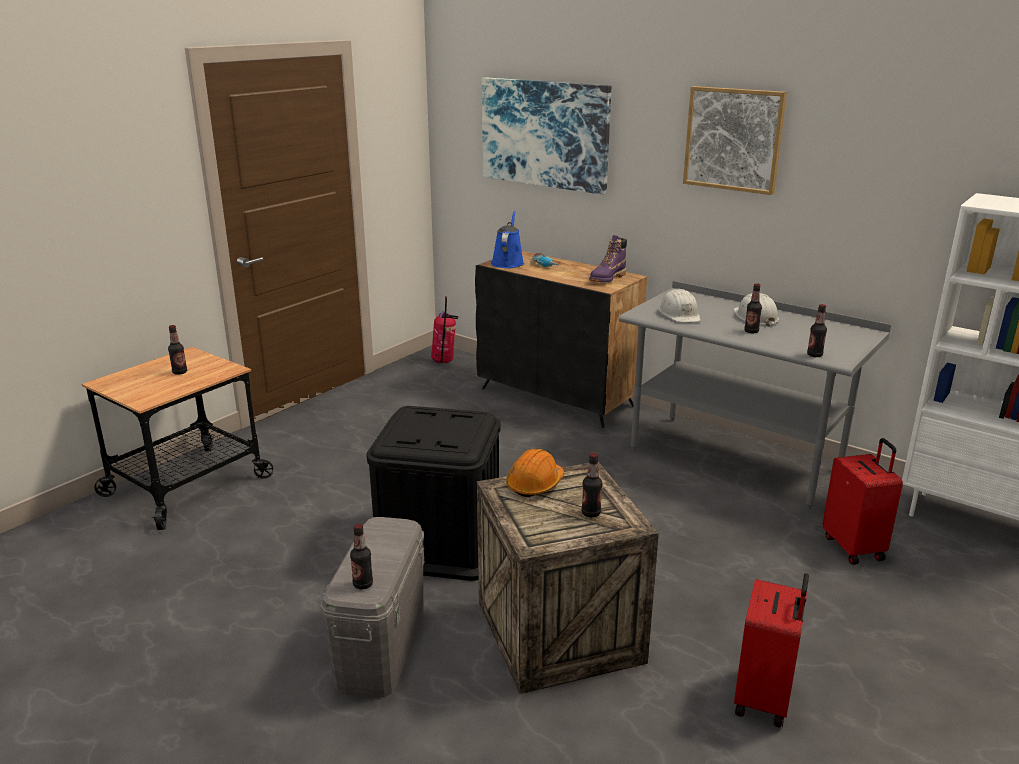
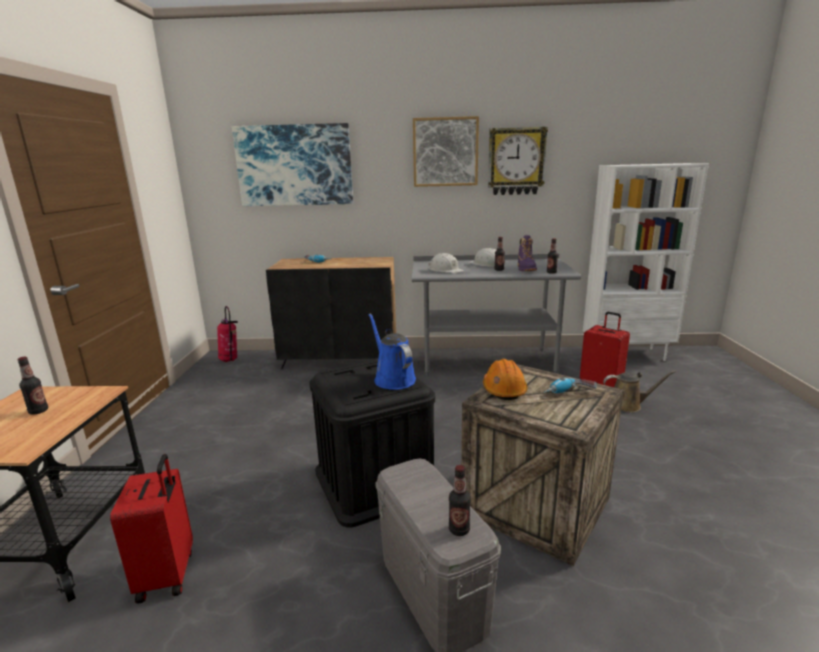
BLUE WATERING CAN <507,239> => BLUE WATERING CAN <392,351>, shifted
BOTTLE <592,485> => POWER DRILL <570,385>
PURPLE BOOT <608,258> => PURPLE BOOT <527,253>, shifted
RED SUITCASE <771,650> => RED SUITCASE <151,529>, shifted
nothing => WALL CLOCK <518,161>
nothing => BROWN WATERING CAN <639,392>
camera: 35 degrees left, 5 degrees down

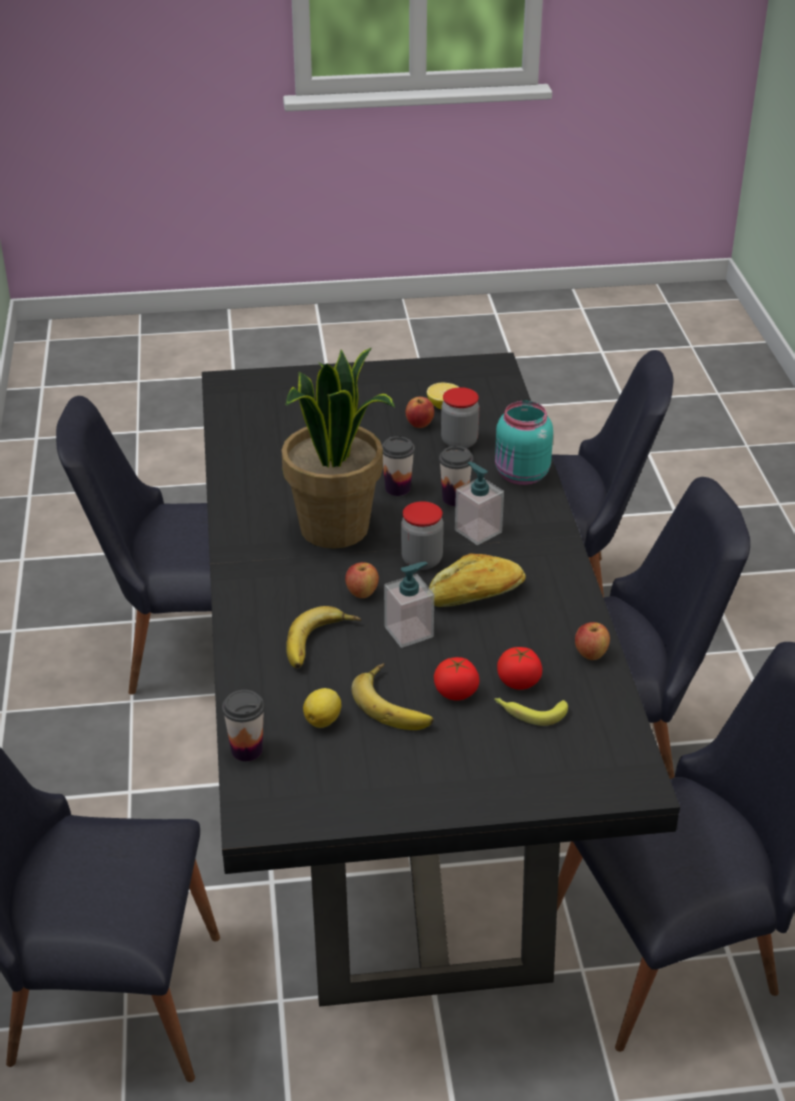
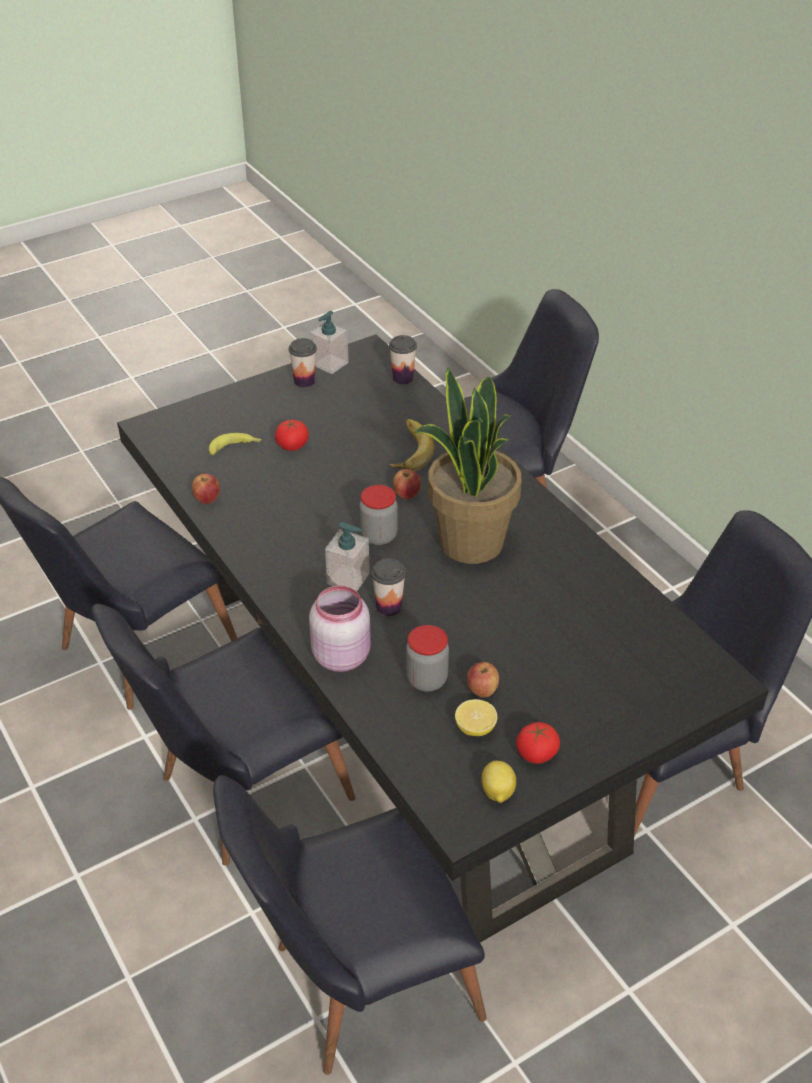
LEMON <322,708> => LEMON <498,782>, shifted
BANANA <392,696> => nothing
CUP <398,466> => CUP <303,363>, shifted
SOAP DISPENSER <409,605> => SOAP DISPENSER <329,342>, shifted
BREAD <477,580> => nothing
TURQUOISE JAR <524,443> => PINK JAR <340,629>
TOMATO <519,668> => TOMATO <538,743>, shifted
camera: 155 degrees right, 5 degrees up

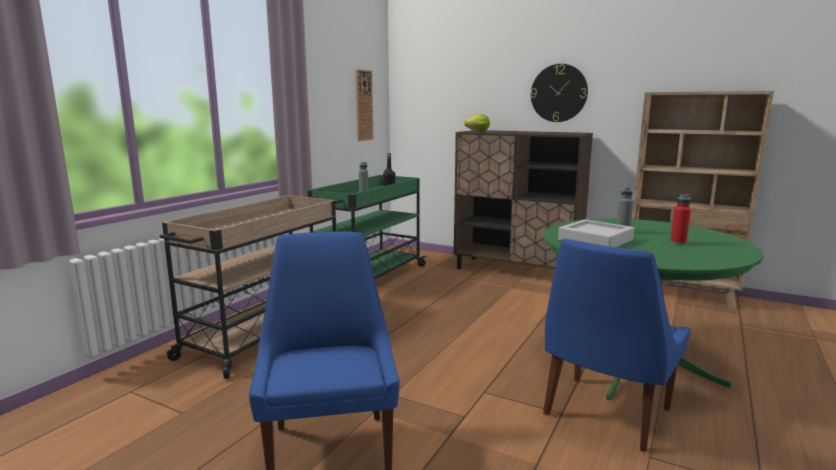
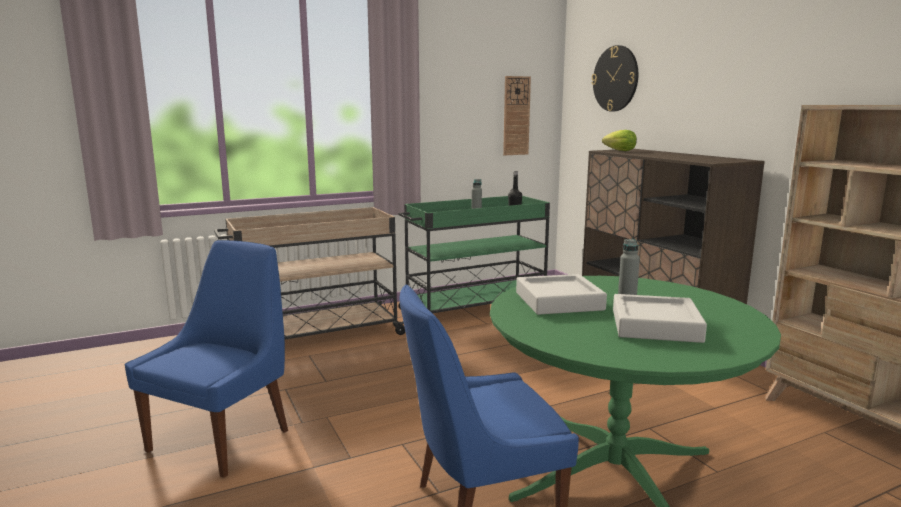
WALL CLOCK <559,93> => WALL CLOCK <614,78>, shifted
RED BOTTLE <680,219> => GREY TRAY <660,318>
camera: 35 degrees right, 0 degrees up

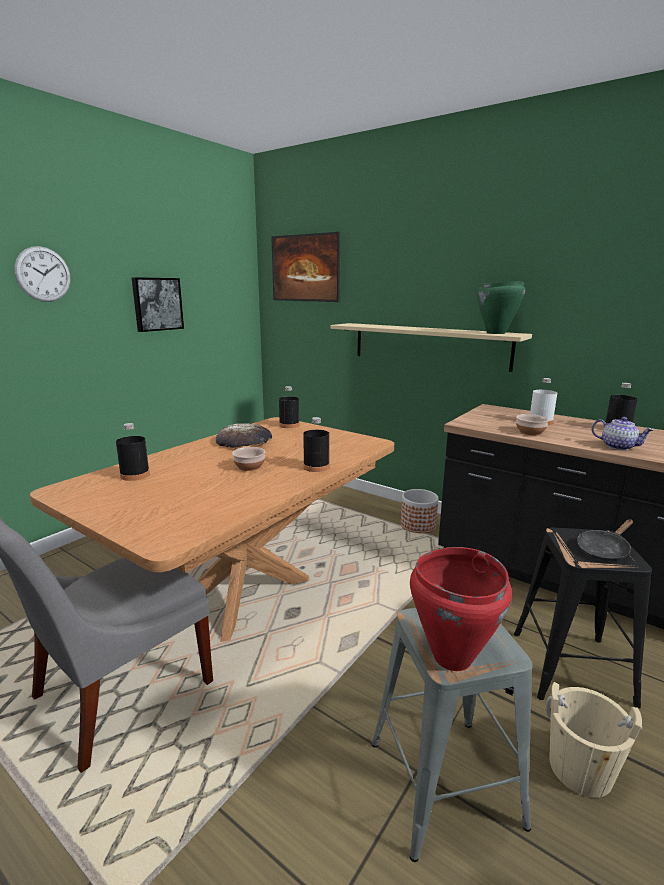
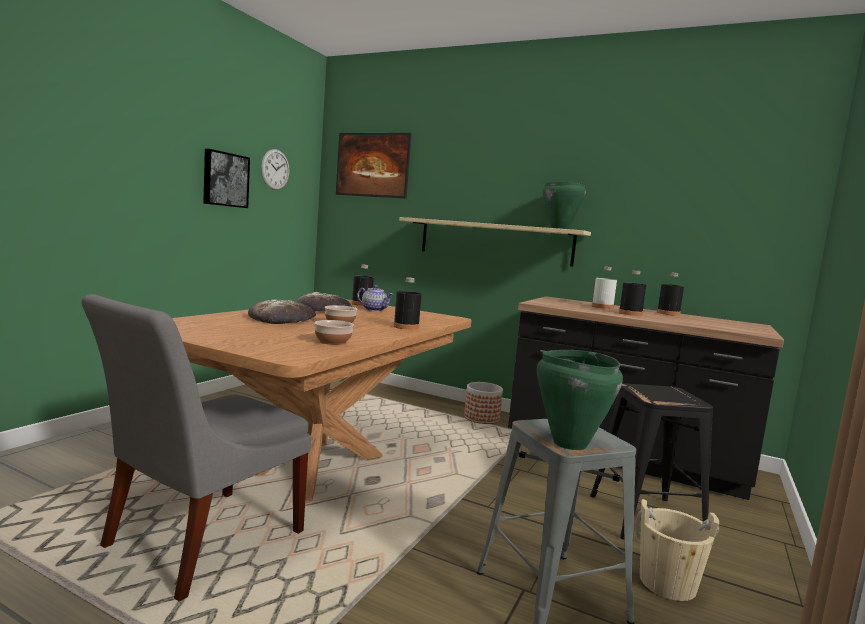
WALL CLOCK <42,274> => WALL CLOCK <275,169>, shifted
BLACK BOTTLE <133,452> => BLACK BOTTLE <633,293>, shifted
RED COOKING POT <461,609> => GREEN COOKING POT <580,400>
BOWL <532,424> => BOWL <334,332>, shifted
BLACK FRYING PAN <605,540> => nothing
TEAPOT <623,433> => TEAPOT <375,298>, shifted
nothing => BREAD <282,311>
camera: 10 degrees left, 10 degrees down

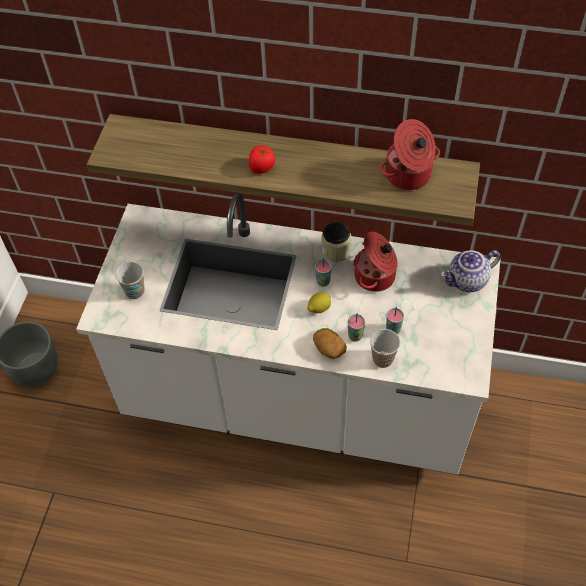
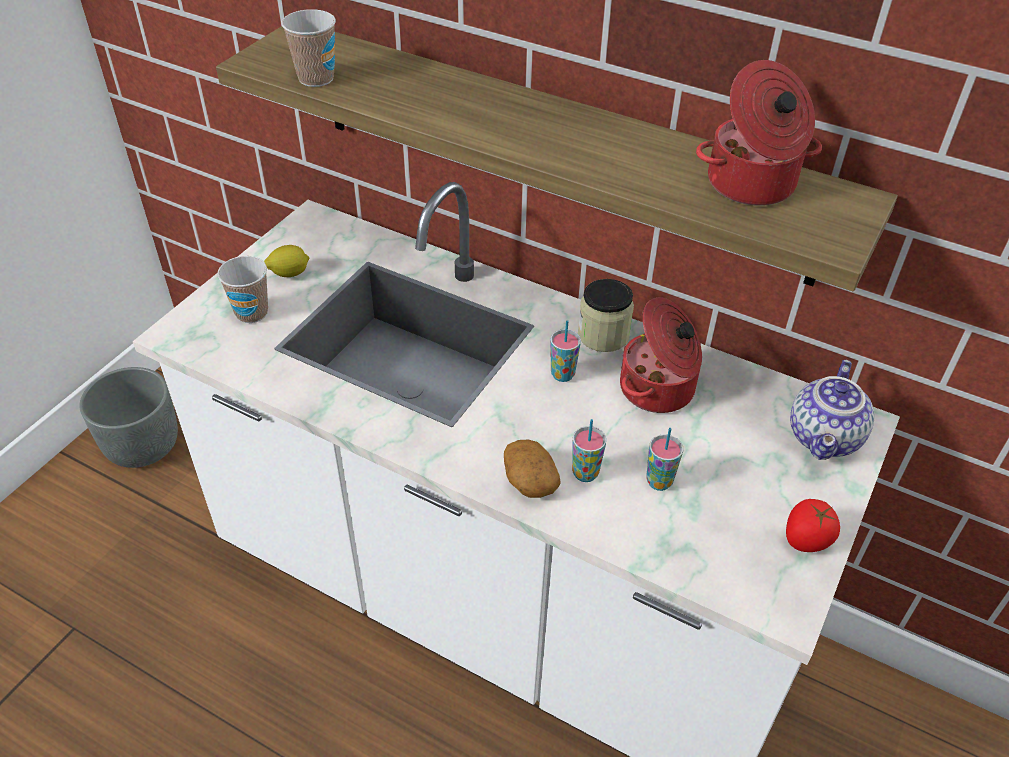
TOMATO <262,159> => TOMATO <813,525>, shifted
LEMON <319,302> => LEMON <287,261>, shifted
CUP <385,348> => CUP <308,48>, shifted
TEAPOT <470,271> => TEAPOT <832,410>, 60 degrees counterclockwise
camera: 15 degrees right, 10 degrees down

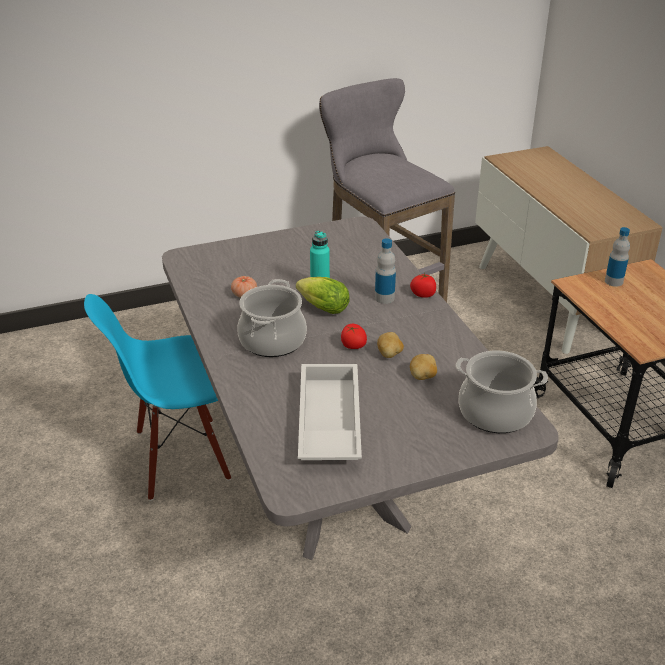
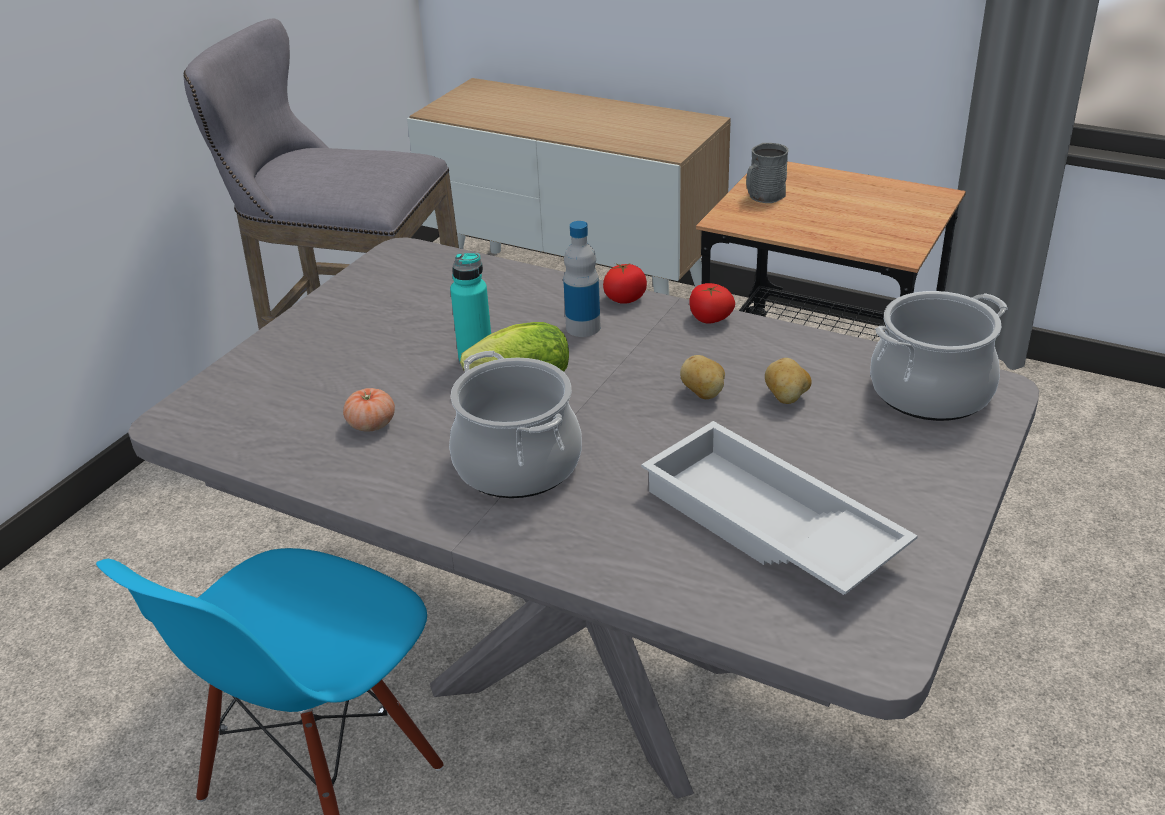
TOMATO <354,336> => TOMATO <712,303>, shifted
BOTTLE <617,257> => GREY MUG <767,173>
camera: 40 degrees left, 0 degrees up

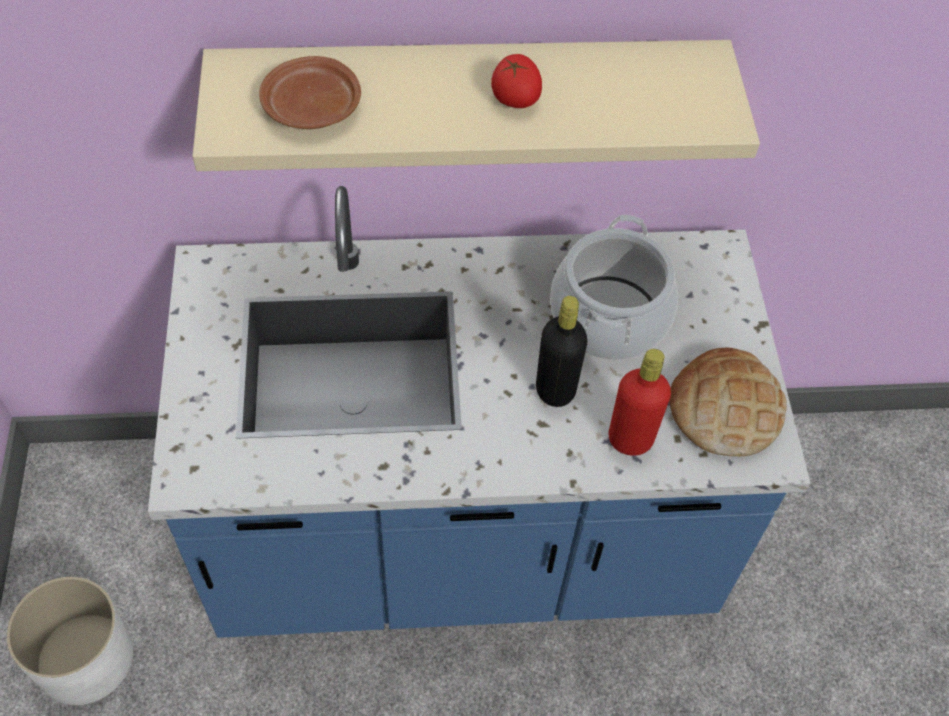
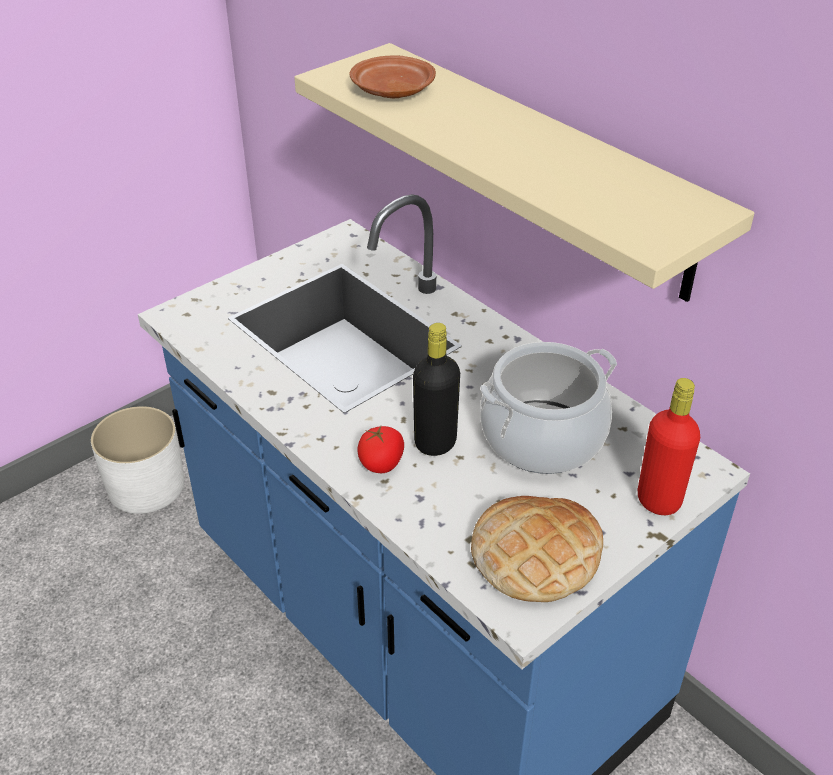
TOMATO <516,81> => TOMATO <380,449>, shifted
RED BOTTLE <640,402> => RED BOTTLE <669,446>, shifted
camera: 55 degrees right, 15 degrees down

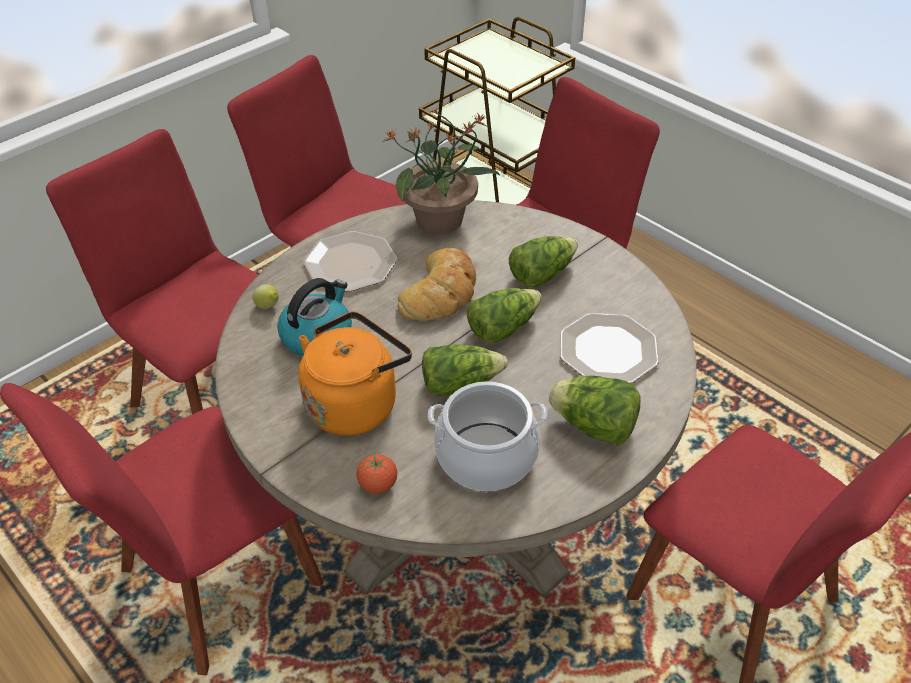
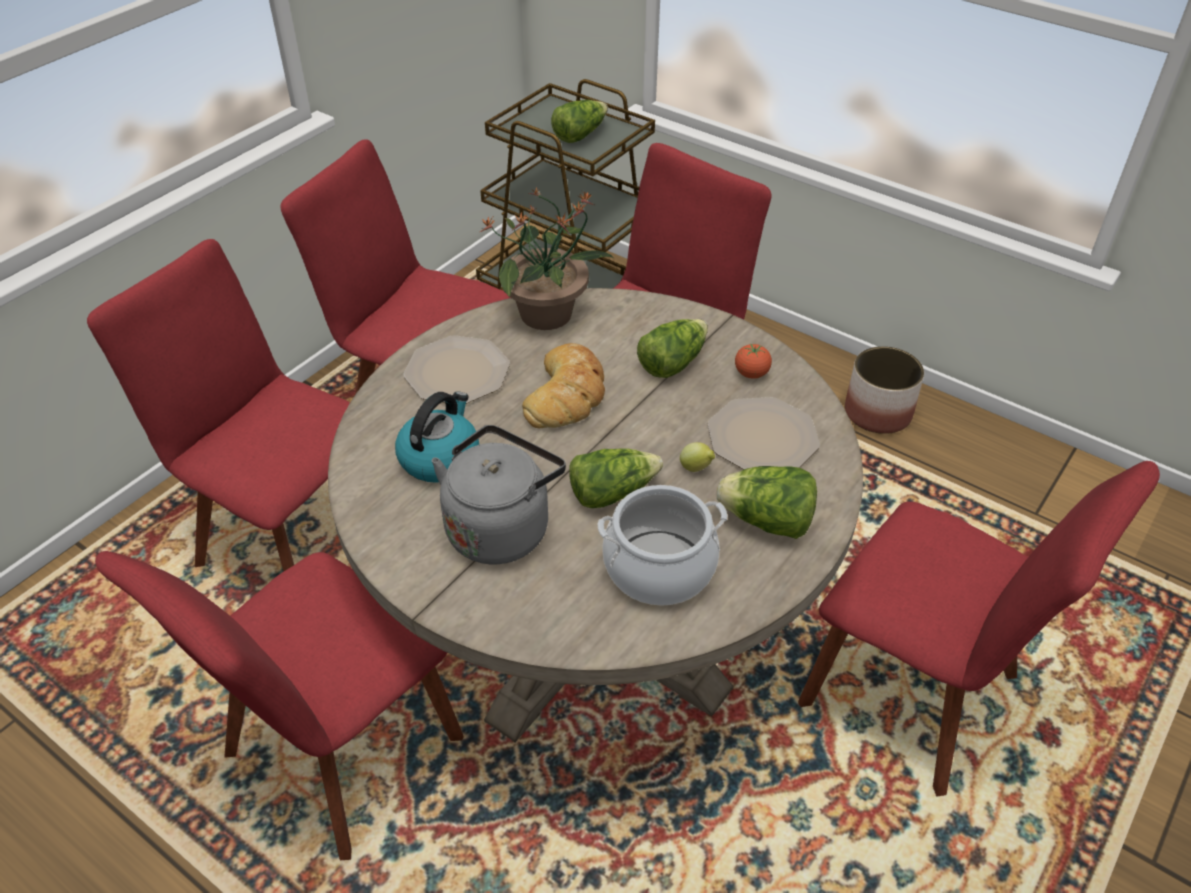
LEMON <266,296> => LEMON <697,457>, shifted
ORANGE KETTLE <355,373> => GREY KETTLE <498,494>
TOMATO <377,474> => TOMATO <753,361>, shifted
LETTUCE <504,315> => LETTUCE <579,121>, shifted
nothing => PLANTER <884,390>
camera: 10 degrees left, 0 degrees up

